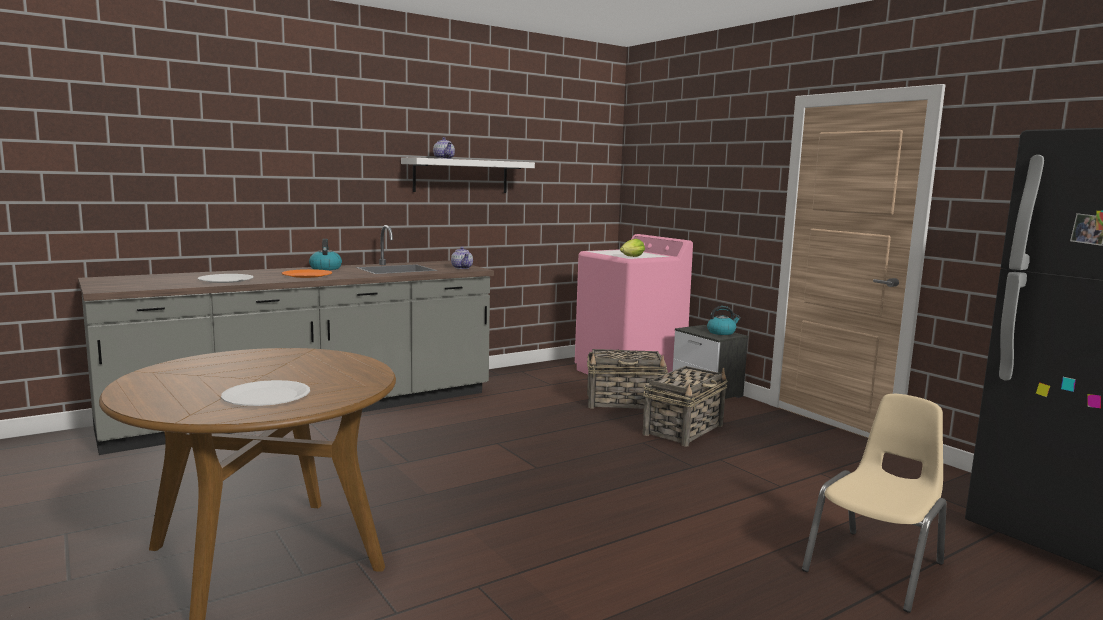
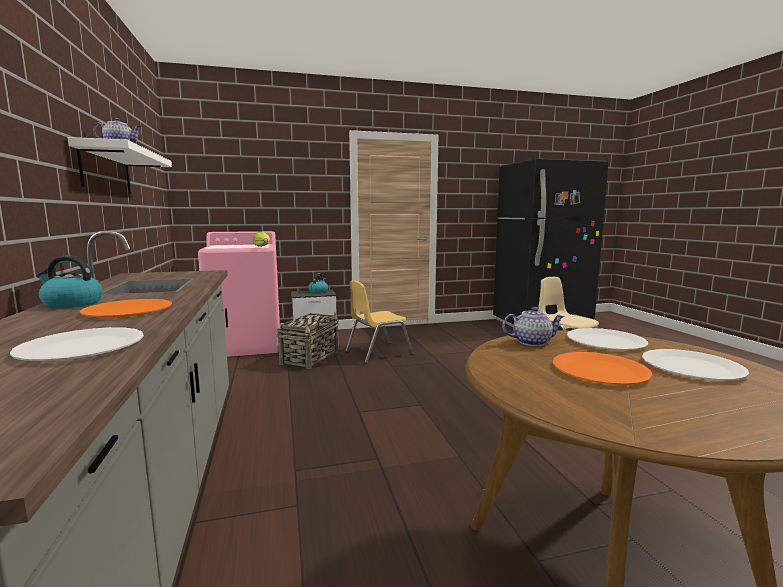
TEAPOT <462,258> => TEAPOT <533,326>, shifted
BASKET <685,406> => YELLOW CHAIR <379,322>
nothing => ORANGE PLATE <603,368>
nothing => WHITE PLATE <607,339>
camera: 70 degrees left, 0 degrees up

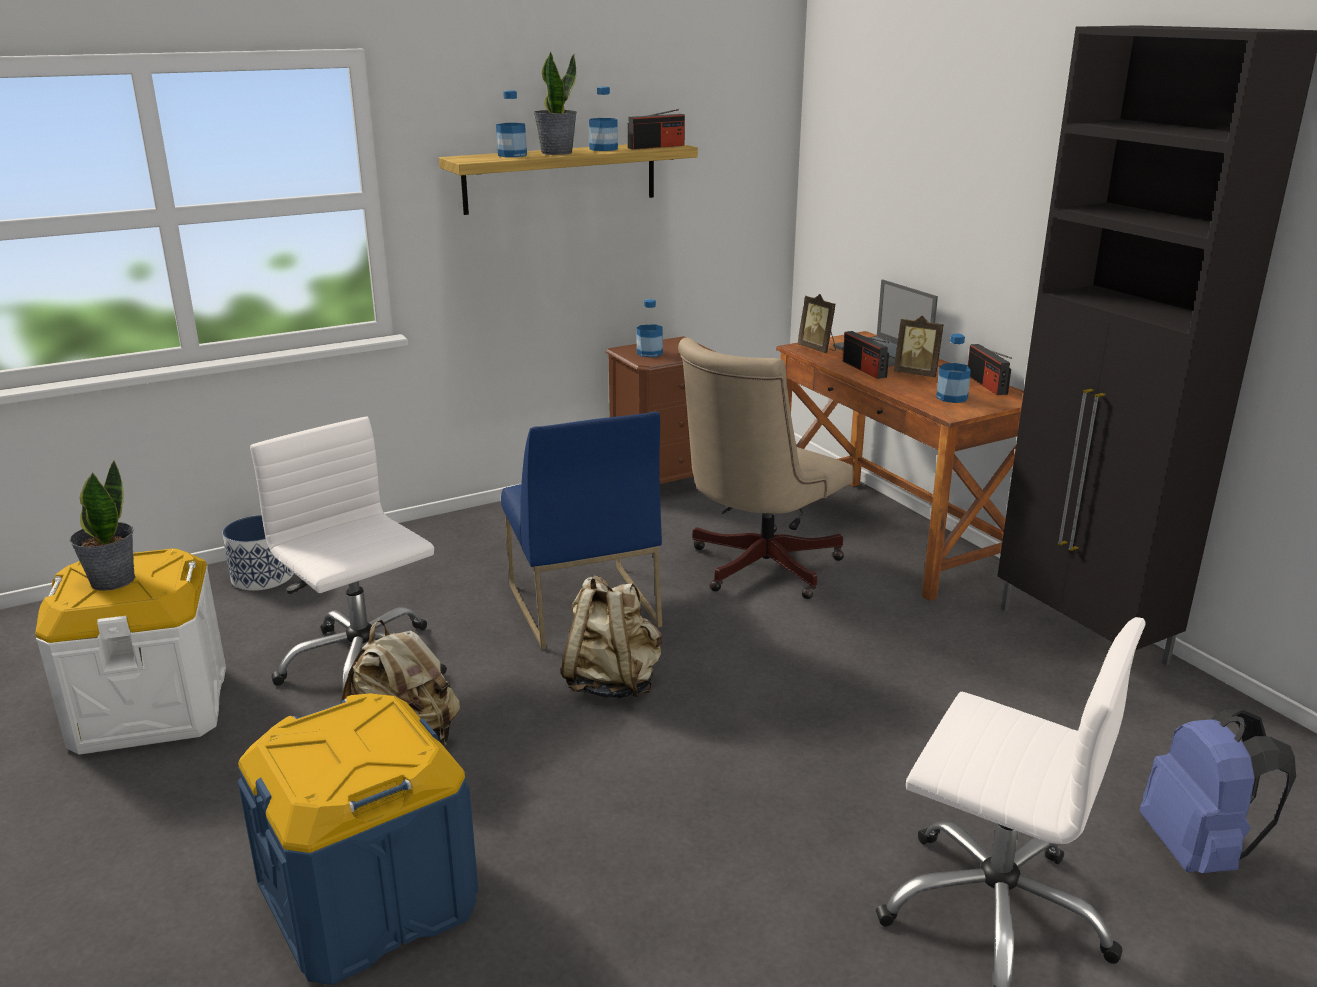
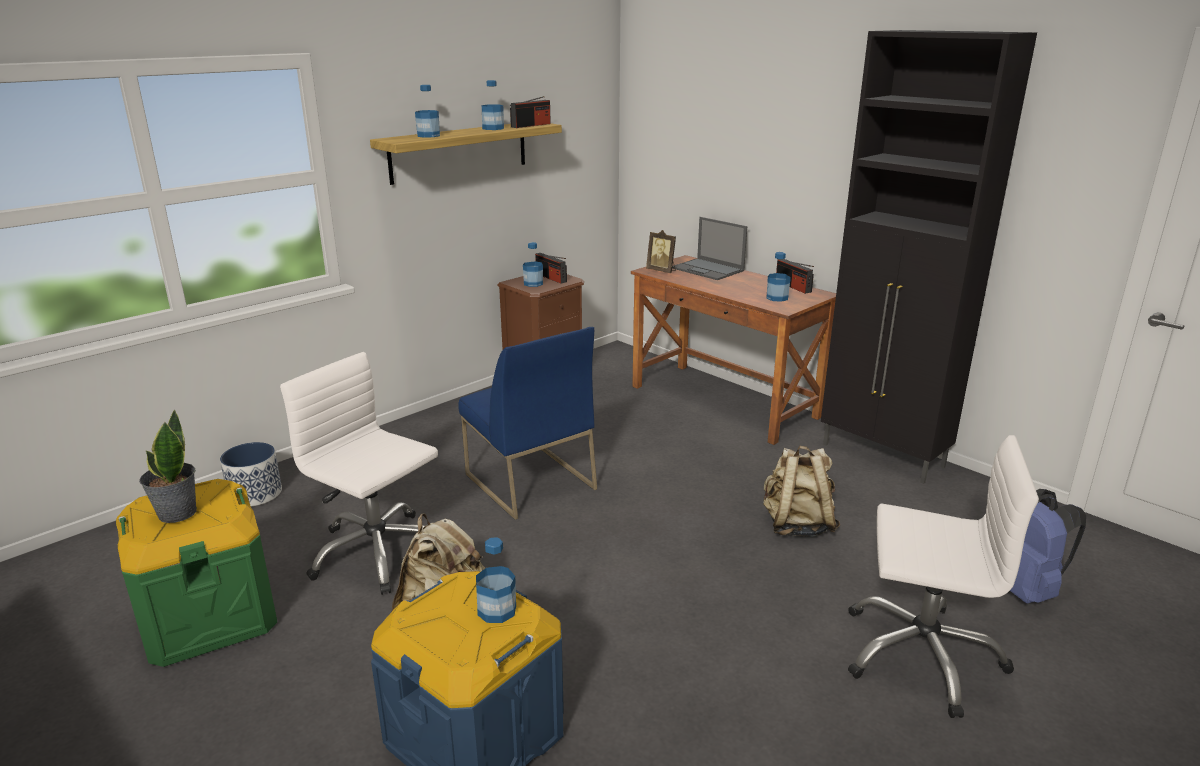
WHITE STORAGE BOX <130,651> => GREEN STORAGE BOX <196,573>
POTTED PLANT <555,103> => nothing
BEIGE BACKPACK <611,637> => BEIGE BACKPACK <801,491>, shifted
BEIGE OFFICE CHAIR <765,468> => nothing
RADIO <866,355> => RADIO <551,268>, shifted
PICTURE FRAME <919,346> => nothing
nothing => BOTTLE <496,580>
camera: 15 degrees left, 0 degrees up

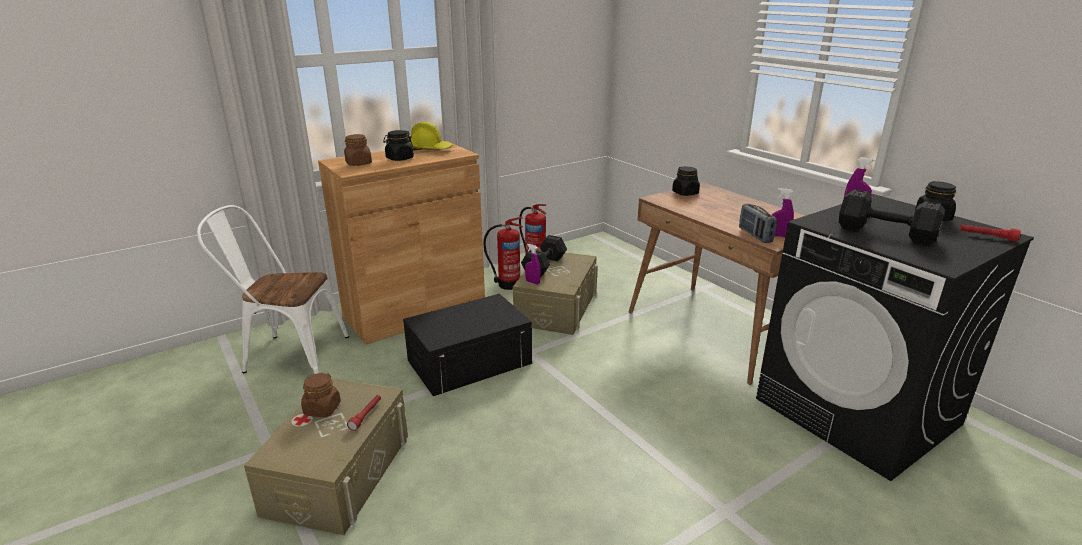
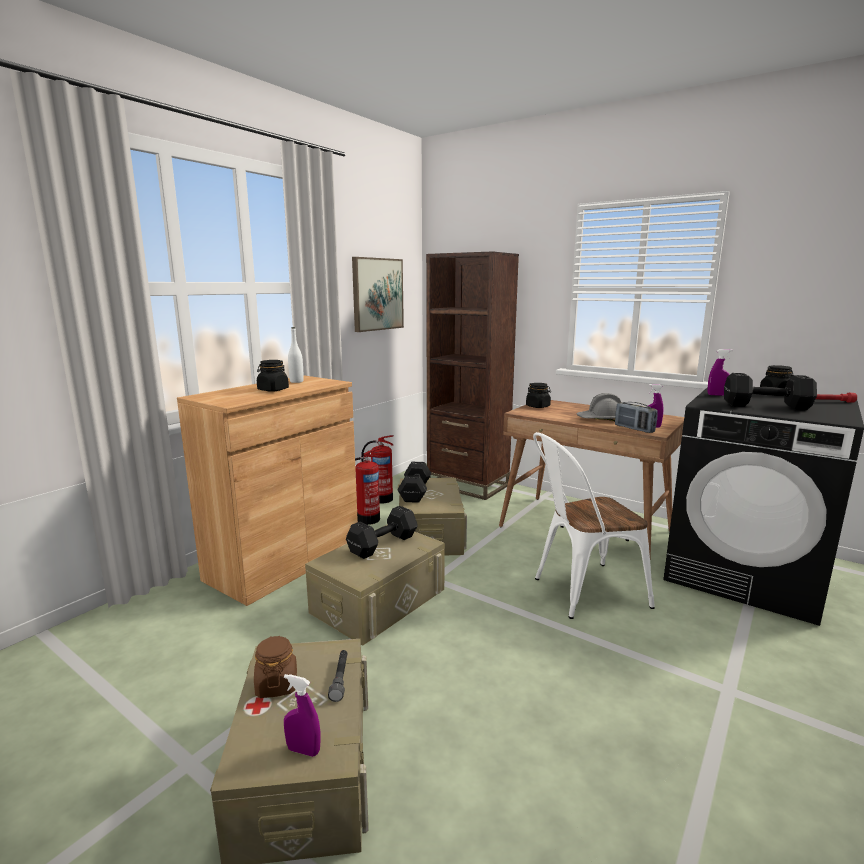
WHITE CHAIR <273,289> => WHITE CHAIR <594,525>, shifted
BROWN JAR <358,150> => nothing
RED FLASHLIGHT <364,413> => GREY FLASHLIGHT <338,676>
BLACK STORAGE BOX <467,345> => BEIGE STORAGE BOX <375,585>
YELLOW HARD HAT <431,136> => WHITE BOTTLE <296,355>
PURPLE SPRAY BOTTLE <533,264> => PURPLE SPRAY BOTTLE <302,715>, shifted
nothing => BLACK DUMBBELL <382,532>
nothing => PICTURE <378,294>
nothing => BROWN BOOKCASE <472,375>
nothing => GREY HARD HAT <598,407>
camera: 20 degrees left, 10 degrees down

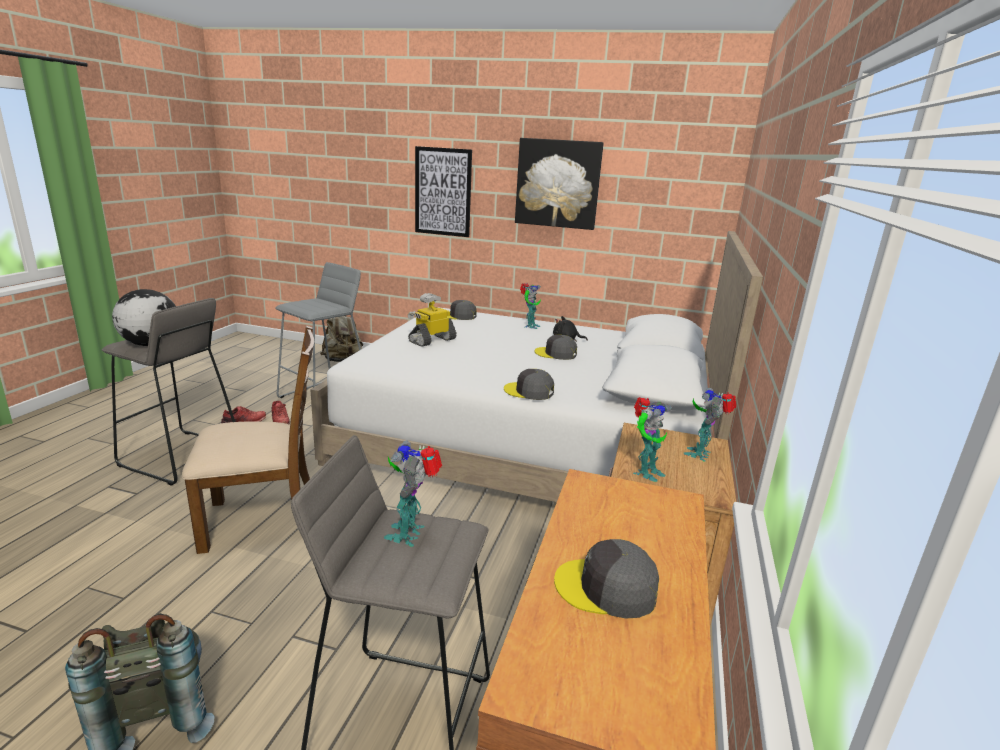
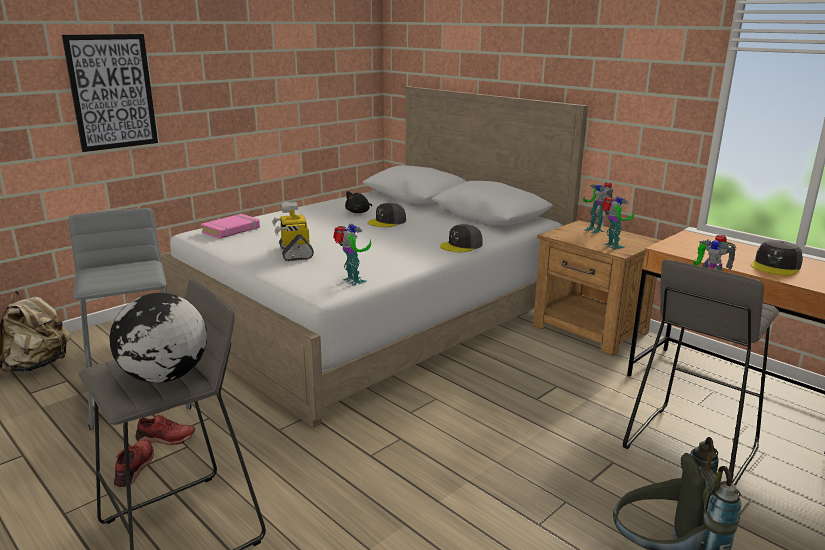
BROWN CHAIR <248,440> => nothing
GREY CAP <462,310> => PINK BOOK <230,226>
PICTURE <559,184> => nothing
TOY ROBOT <530,306> => TOY ROBOT <352,255>, shifted
camera: 60 degrees left, 0 degrees up

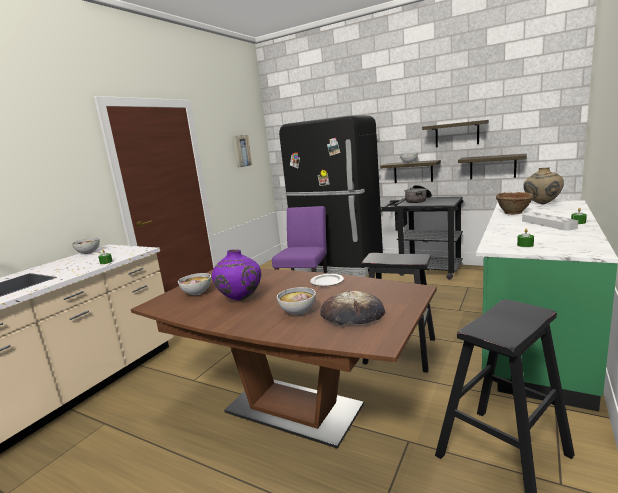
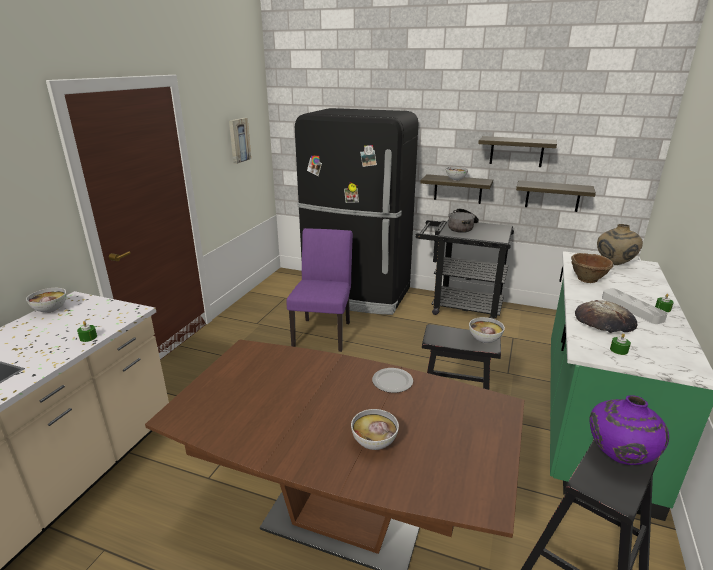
BOWL <194,284> => BOWL <487,330>, shifted
PURPLE VASE <236,275> => PURPLE VASE <629,430>, shifted
BREAD <352,308> => BREAD <606,316>, shifted
camera: 10 degrees left, 10 degrees up

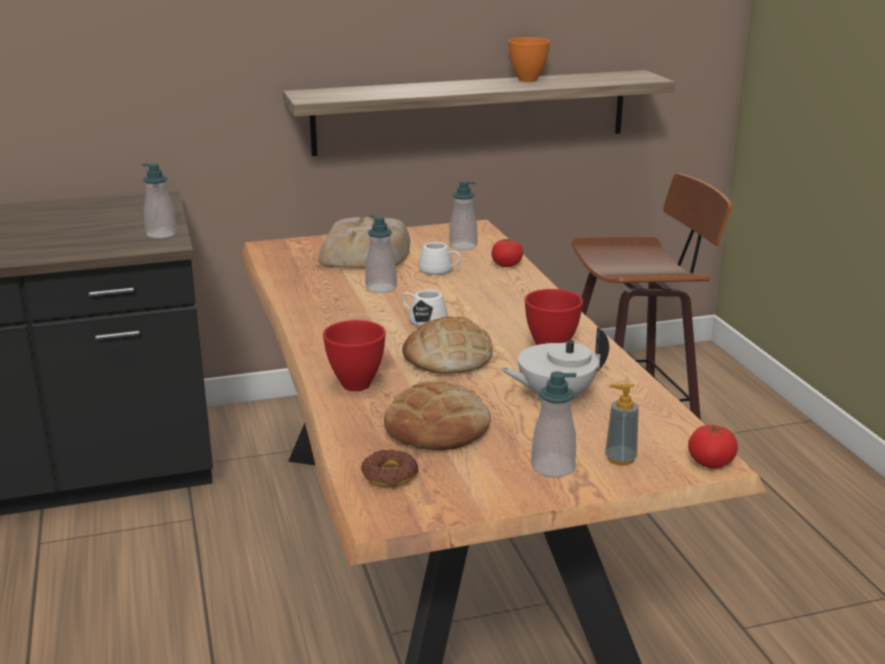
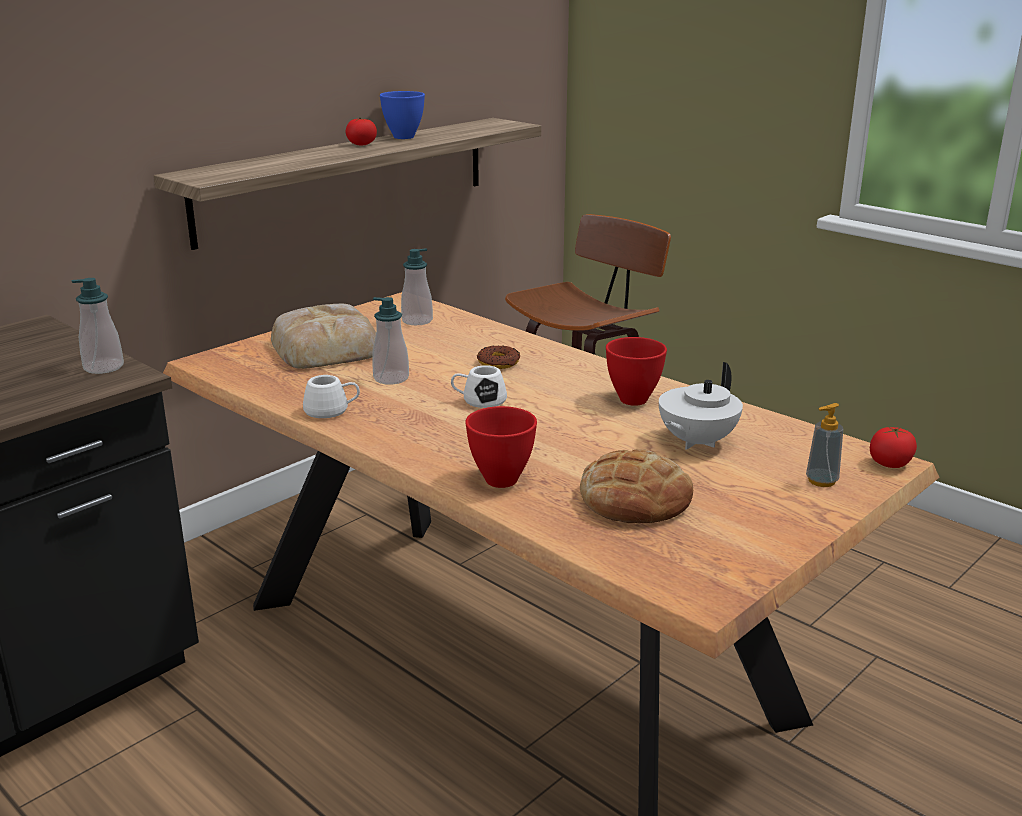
DONUT <390,468> => DONUT <498,357>, shifted
BREAD <447,345> => nothing
WHITE MUG <439,258> => WHITE MUG <331,396>, shifted
TOMATO <507,253> => TOMATO <361,132>, shifted
ORANGE BOWL <529,59> => BLUE BOWL <402,115>
SOAP DISPENSER <554,424> => nothing
camera: 30 degrees left, 0 degrees up

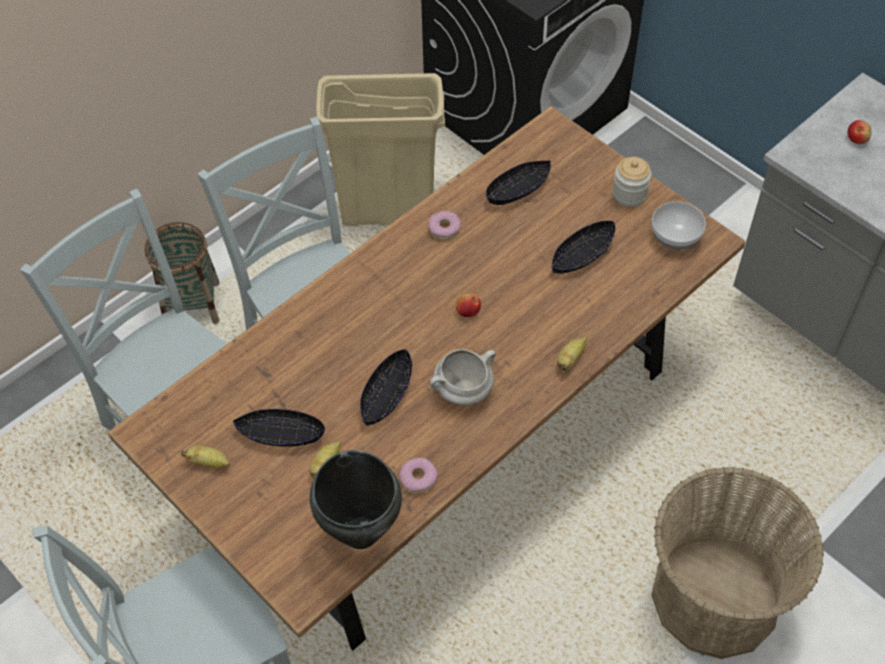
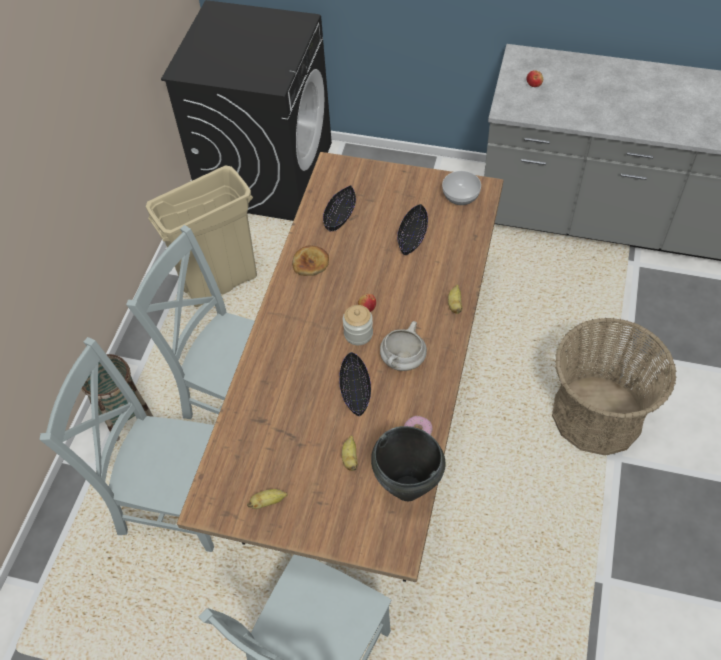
BLACK BOWL <279,428> => nothing
DONUT <444,225> => BREAD <310,260>
JAR <631,182> => JAR <358,325>, shifted
camera: 30 degrees left, 0 degrees up

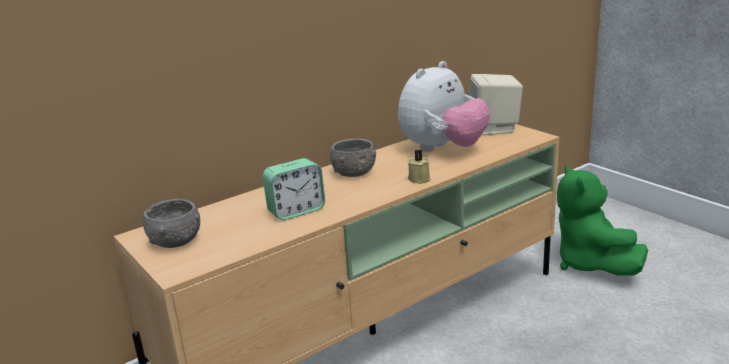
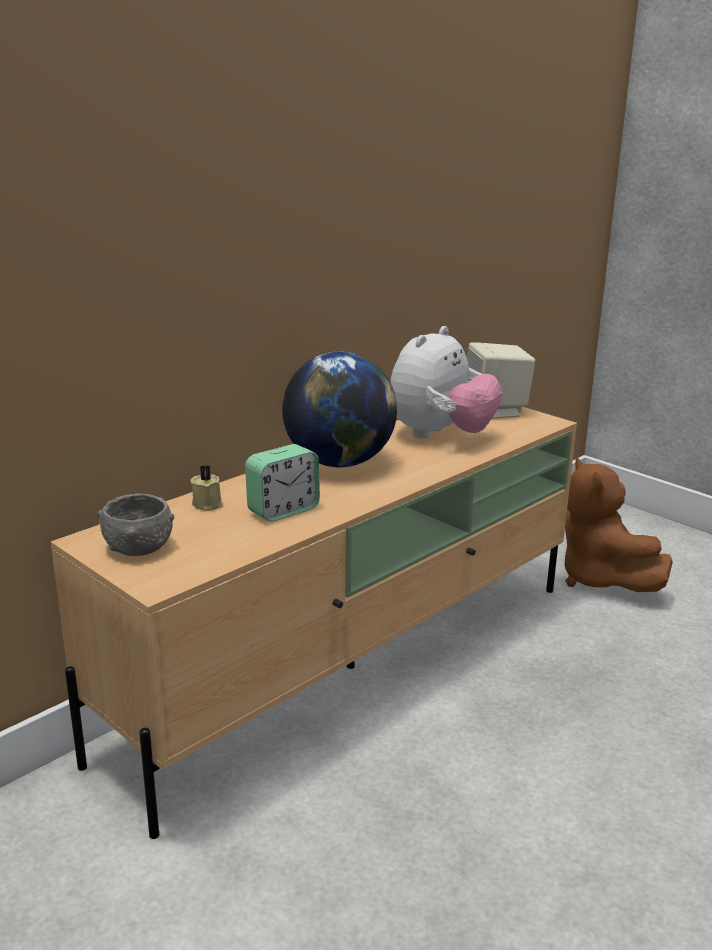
GREY BOWL <353,158> => GLOBE <339,409>
BEIGE CANDLE <419,167> => BEIGE CANDLE <206,488>, shifted
GREEN PLUSH TOY <602,220> => BROWN PLUSH TOY <619,524>
camera: 10 degrees left, 0 degrees up

